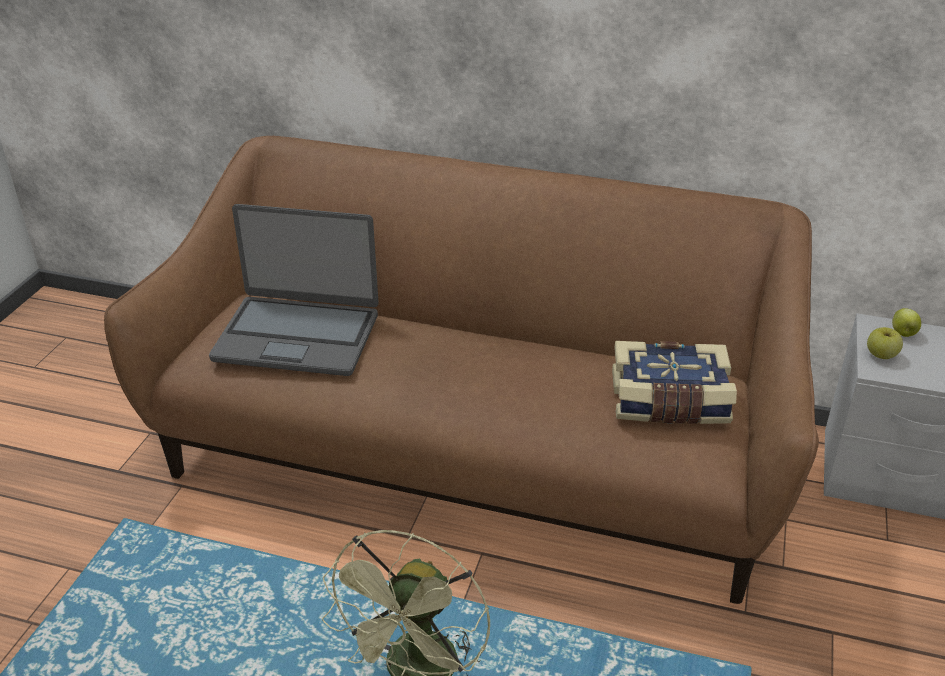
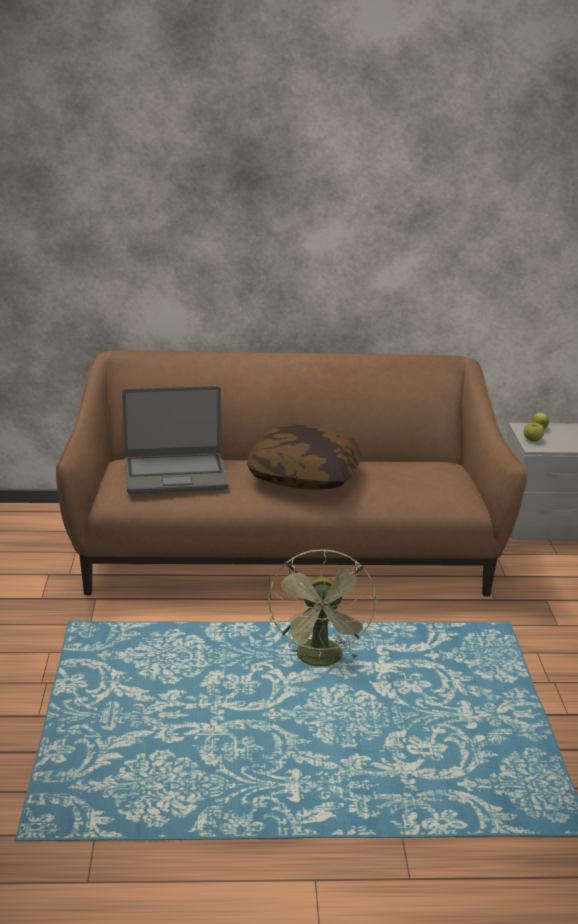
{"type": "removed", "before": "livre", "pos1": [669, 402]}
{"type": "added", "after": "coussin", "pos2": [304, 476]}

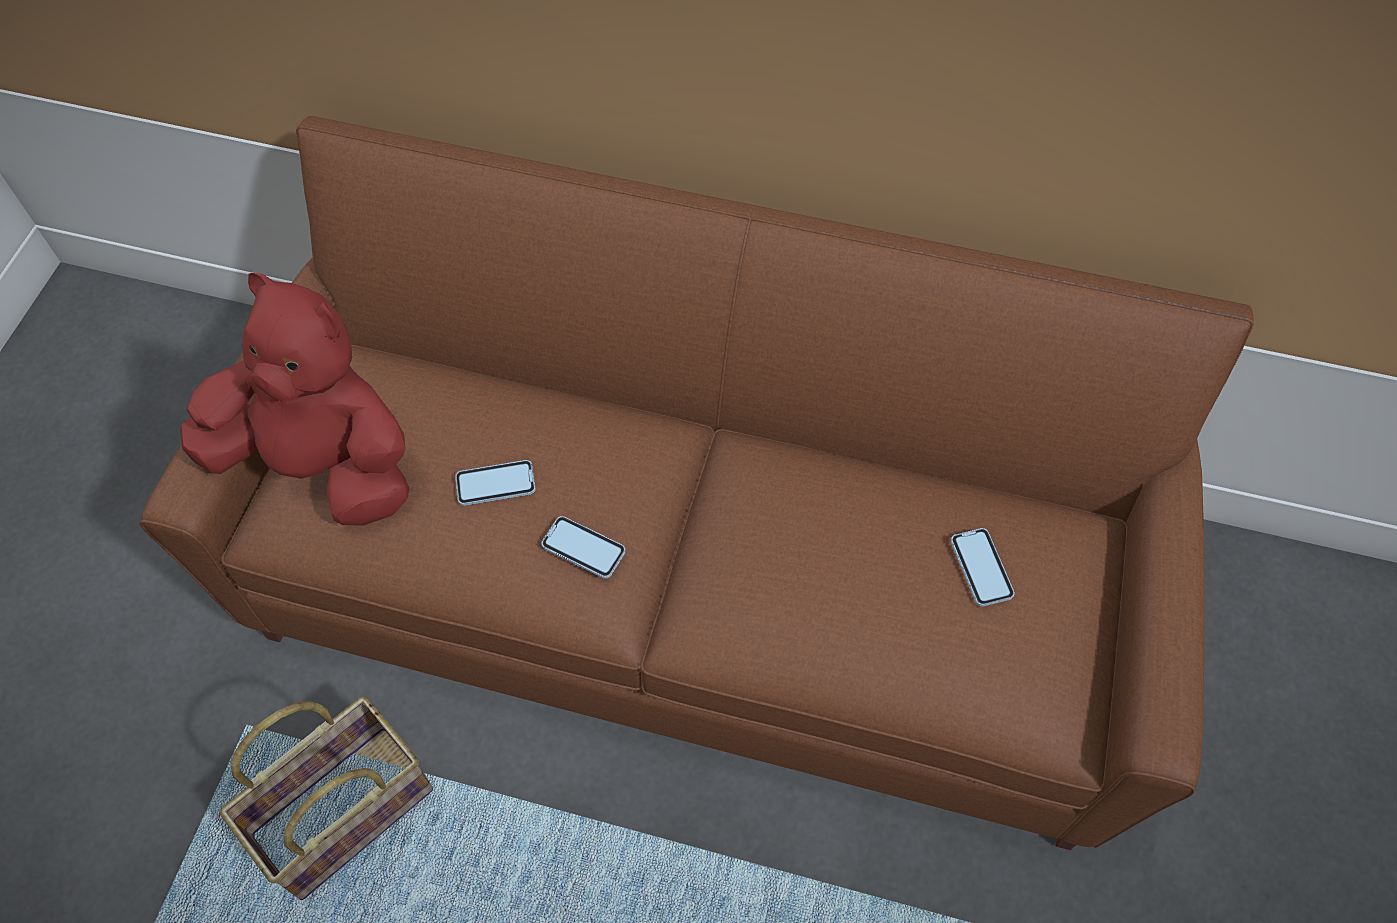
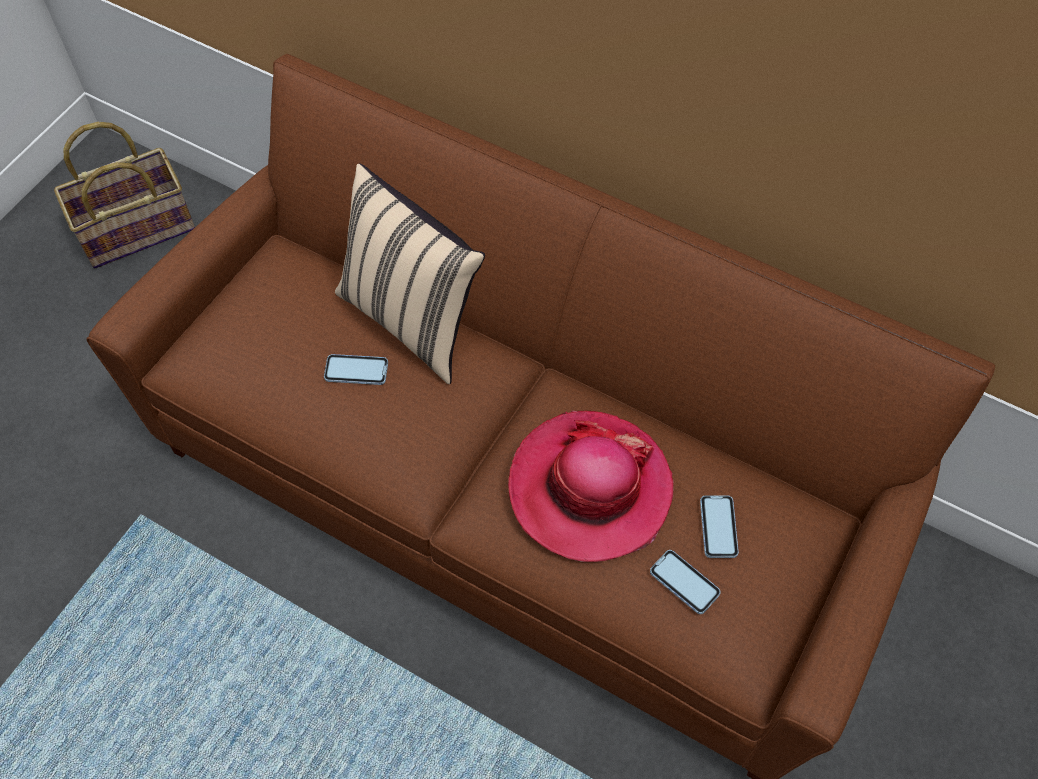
{"type": "removed", "before": "peluche/rouge", "pos1": [324, 464]}
{"type": "moved", "before": "téléphone", "pos1": [583, 548], "pos2": [684, 582]}
{"type": "moved", "before": "panier", "pos1": [344, 810], "pos2": [136, 228]}
{"type": "added", "after": "coussin/beige", "pos2": [413, 319]}
{"type": "added", "after": "chapeau", "pos2": [590, 488]}

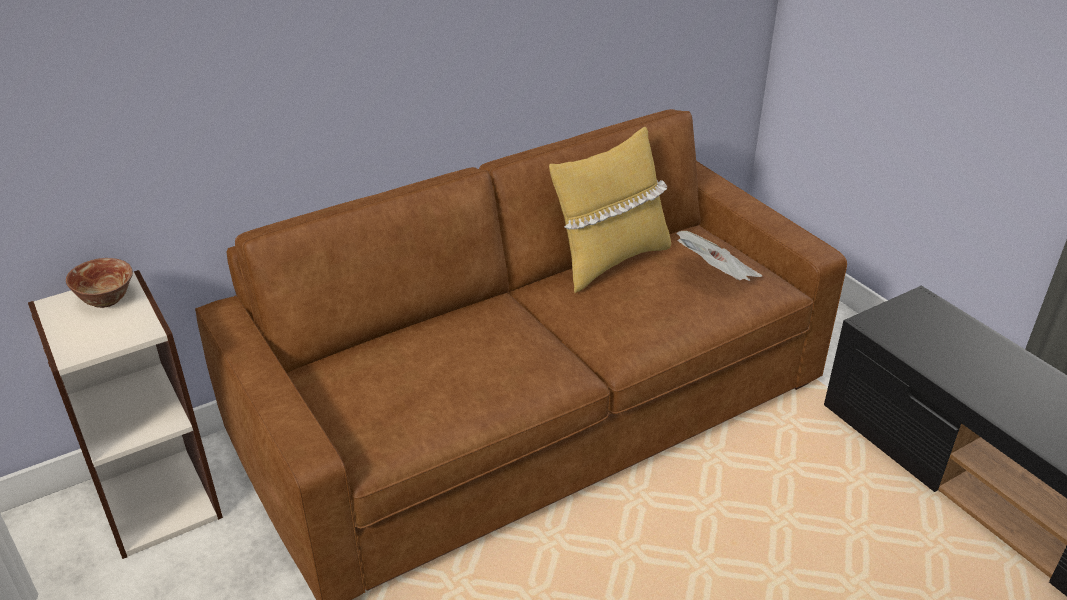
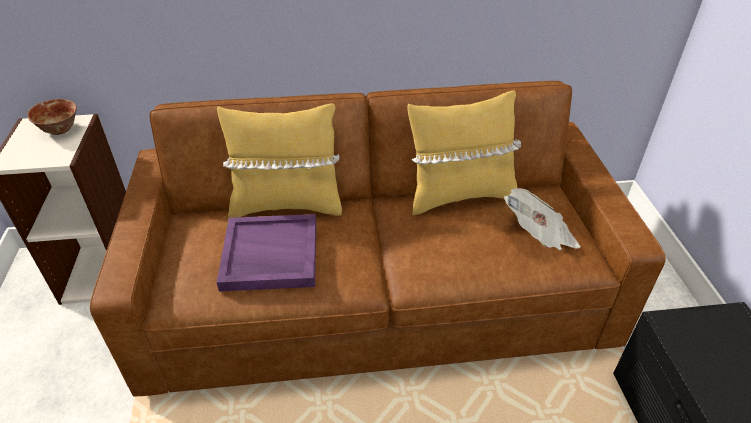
{"type": "added", "after": "coussin/jaune", "pos2": [286, 205]}
{"type": "added", "after": "plateau/violet", "pos2": [269, 255]}

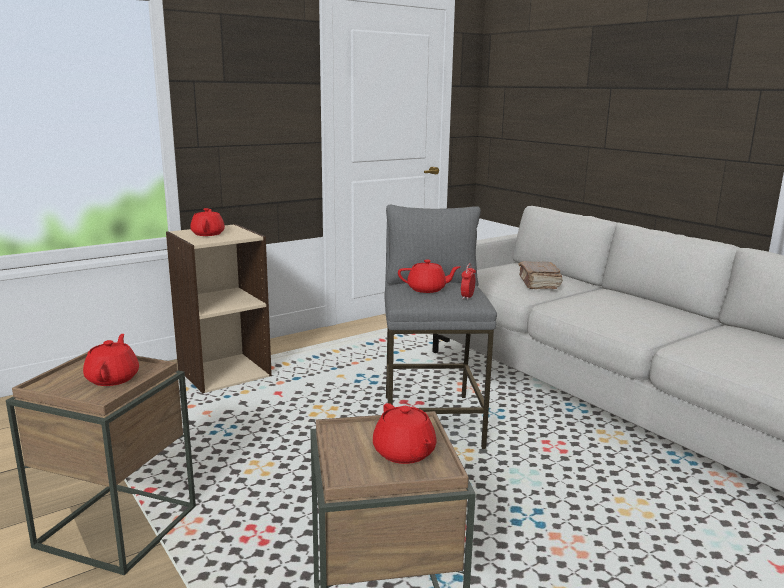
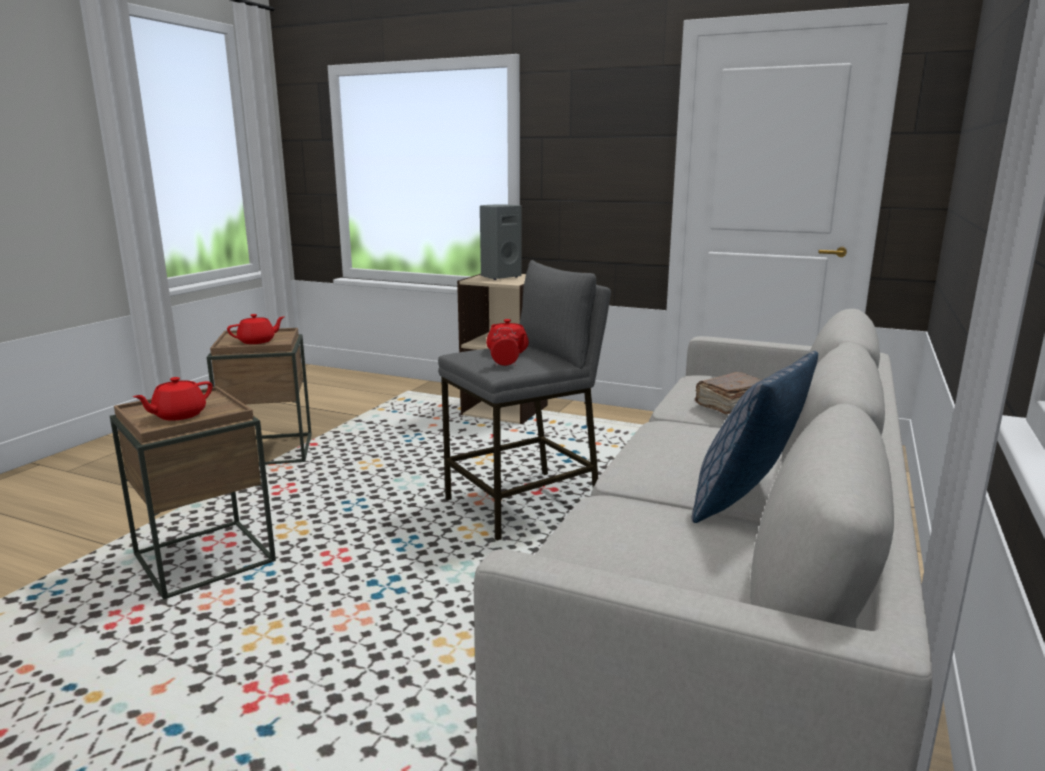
{"type": "replaced", "before": "théière/rouge", "after": "enceinte/gris", "pos1": [208, 234], "pos2": [500, 277]}
{"type": "added", "after": "coussin", "pos2": [746, 501]}

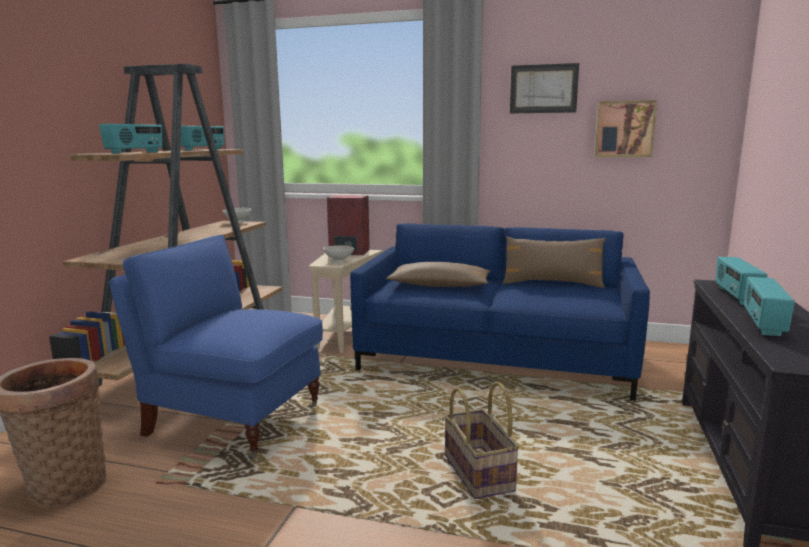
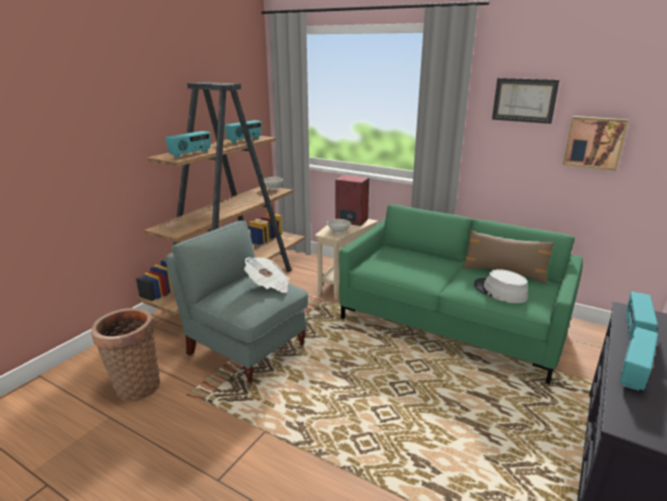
{"type": "recoloured", "before": "canapé/bleu", "after": "canapé/vert", "pos1": [495, 359], "pos2": [450, 323]}
{"type": "recoloured", "before": "fauteuil/bleu", "after": "fauteuil/gris", "pos1": [233, 420], "pos2": [245, 350]}
{"type": "removed", "before": "coussin/marron", "pos1": [439, 286]}
{"type": "removed", "before": "panier", "pos1": [479, 473]}
{"type": "added", "after": "journal", "pos2": [268, 285]}
{"type": "added", "after": "chapeau/gris", "pos2": [500, 291]}

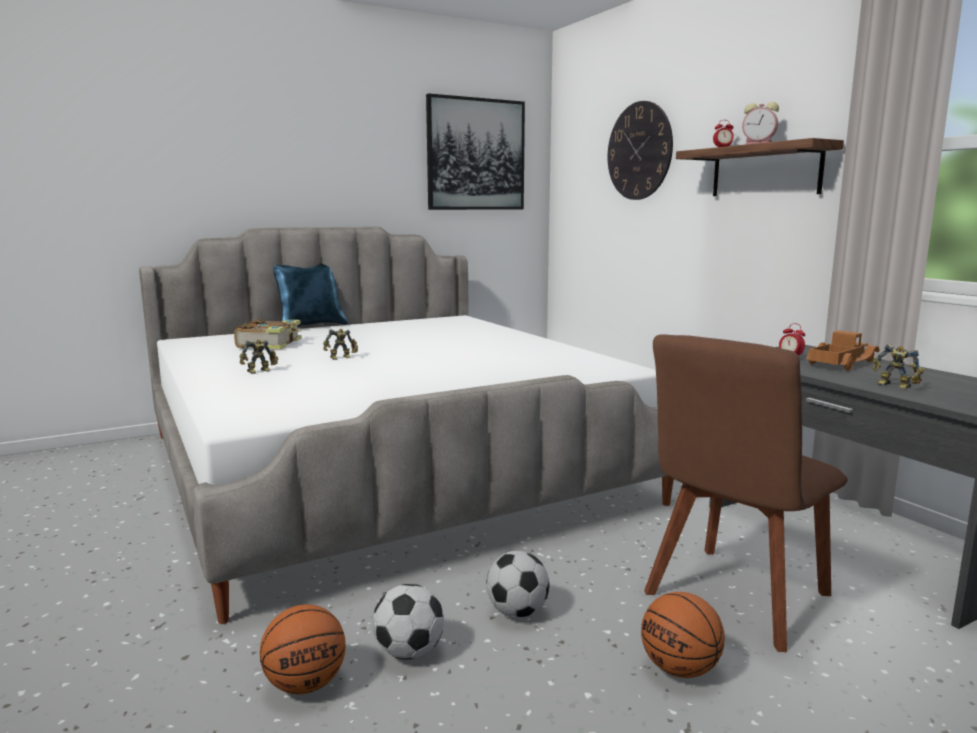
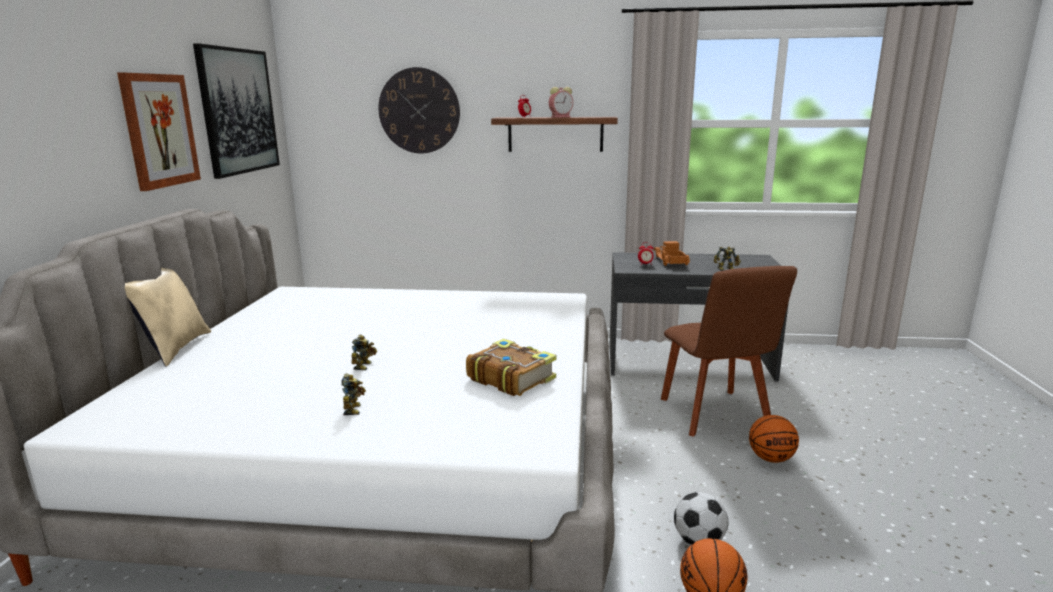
{"type": "recoloured", "before": "coussin/bleu", "after": "coussin/beige", "pos1": [311, 326], "pos2": [175, 349]}
{"type": "moved", "before": "livre", "pos1": [271, 344], "pos2": [511, 378]}
{"type": "removed", "before": "ballon de foot", "pos1": [518, 612]}
{"type": "added", "after": "tableau", "pos2": [159, 130]}

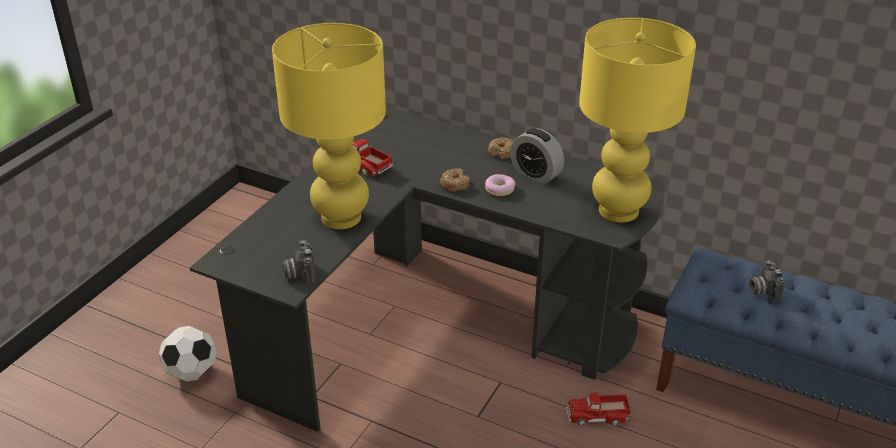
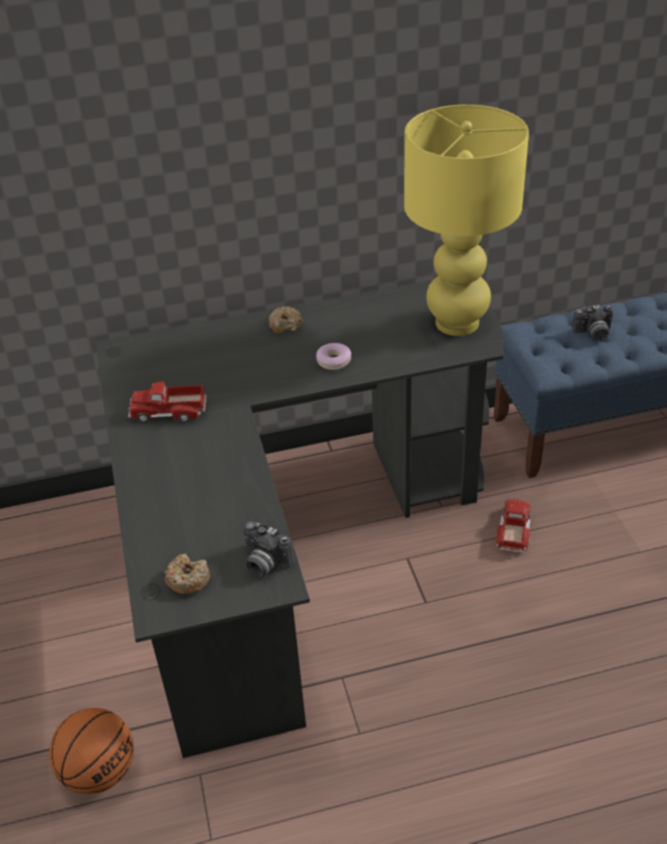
{"type": "removed", "before": "lampe de table/jaune", "pos1": [340, 217]}
{"type": "removed", "before": "réveil", "pos1": [535, 174]}
{"type": "moved", "before": "beignet", "pos1": [454, 184], "pos2": [188, 579]}
{"type": "turned", "before": "appareil photo", "pos1": [762, 290], "pos2": [593, 334], "turn": -45}
{"type": "replaced", "before": "ballon de foot", "after": "ballon de basket", "pos1": [192, 373], "pos2": [99, 771]}
{"type": "turned", "before": "camion jouet", "pos1": [597, 415], "pos2": [513, 531], "turn": 150}

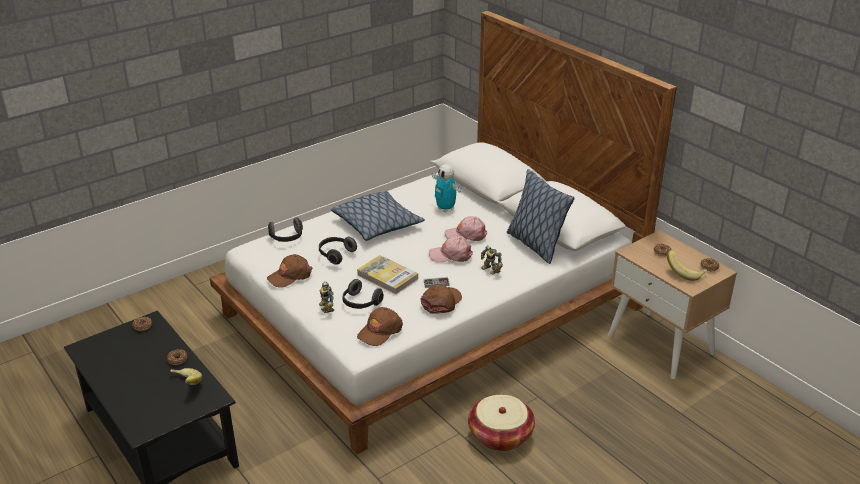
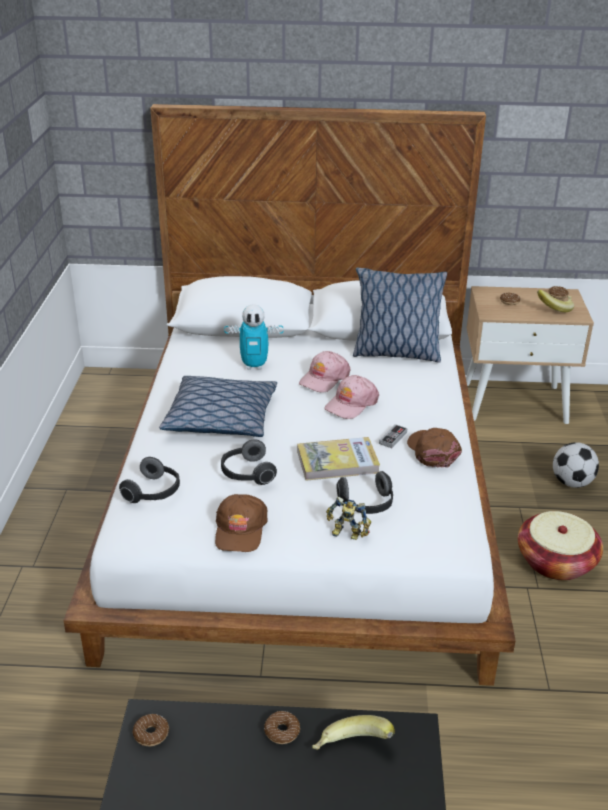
{"type": "removed", "before": "robot jouet", "pos1": [489, 270]}
{"type": "removed", "before": "casquette/marron", "pos1": [380, 331]}
{"type": "added", "after": "ballon de foot", "pos2": [571, 482]}

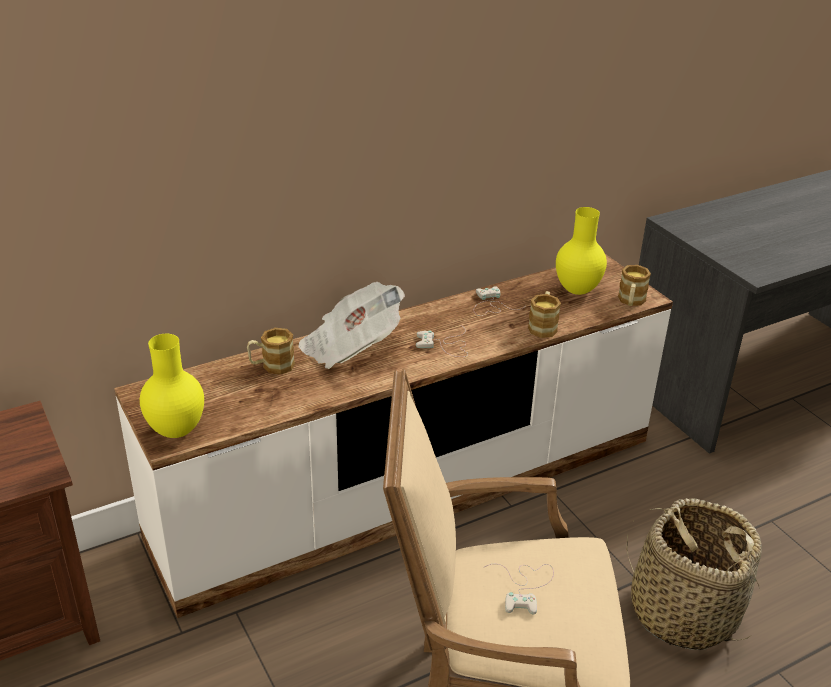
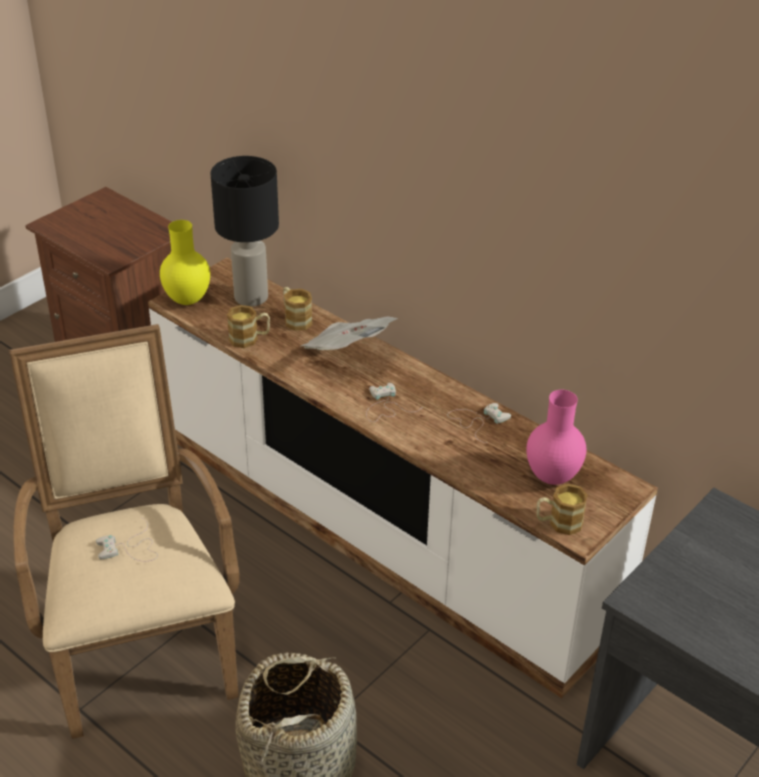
{"type": "recoloured", "before": "vase/jaune", "after": "vase/rose", "pos1": [578, 291], "pos2": [552, 478]}
{"type": "moved", "before": "mug", "pos1": [543, 326], "pos2": [249, 339]}
{"type": "added", "after": "lampe de table/noir", "pos2": [251, 297]}

